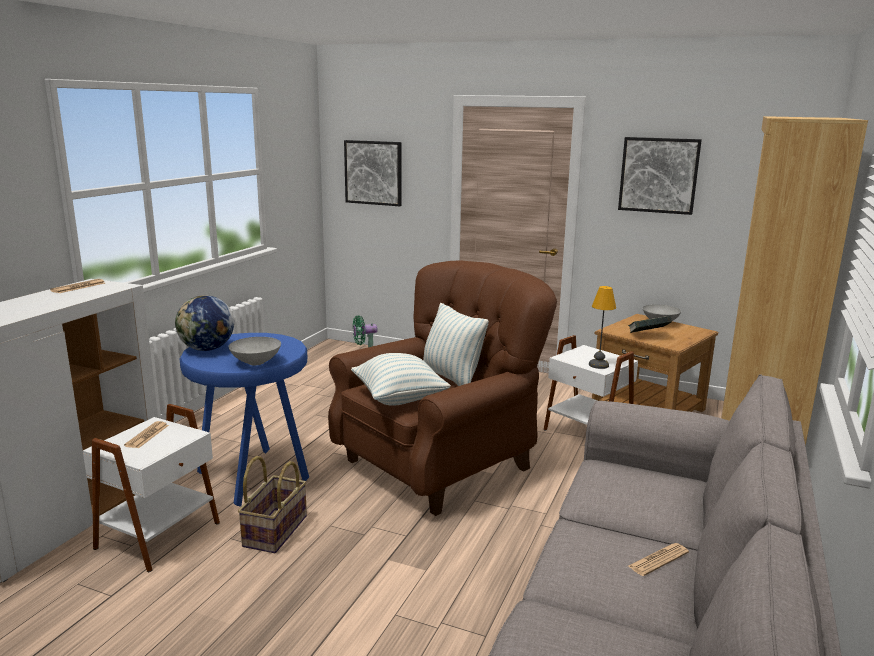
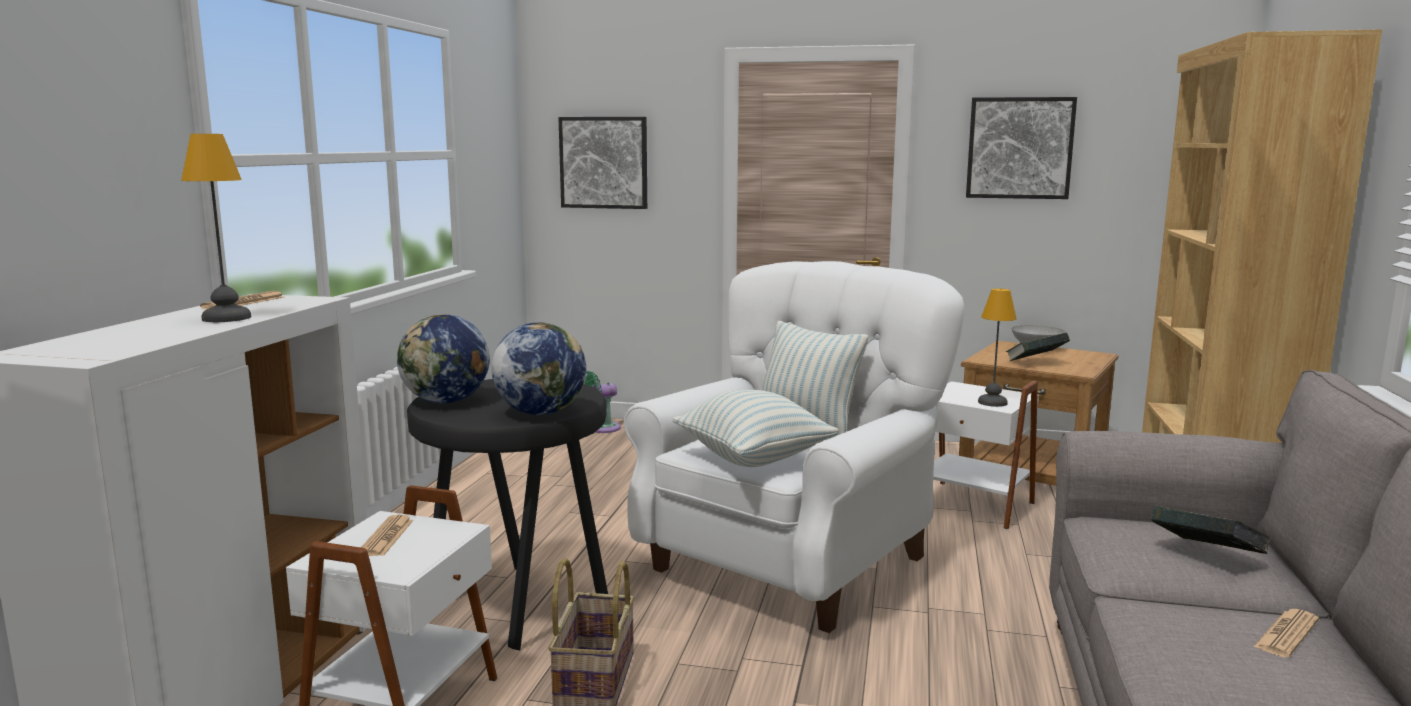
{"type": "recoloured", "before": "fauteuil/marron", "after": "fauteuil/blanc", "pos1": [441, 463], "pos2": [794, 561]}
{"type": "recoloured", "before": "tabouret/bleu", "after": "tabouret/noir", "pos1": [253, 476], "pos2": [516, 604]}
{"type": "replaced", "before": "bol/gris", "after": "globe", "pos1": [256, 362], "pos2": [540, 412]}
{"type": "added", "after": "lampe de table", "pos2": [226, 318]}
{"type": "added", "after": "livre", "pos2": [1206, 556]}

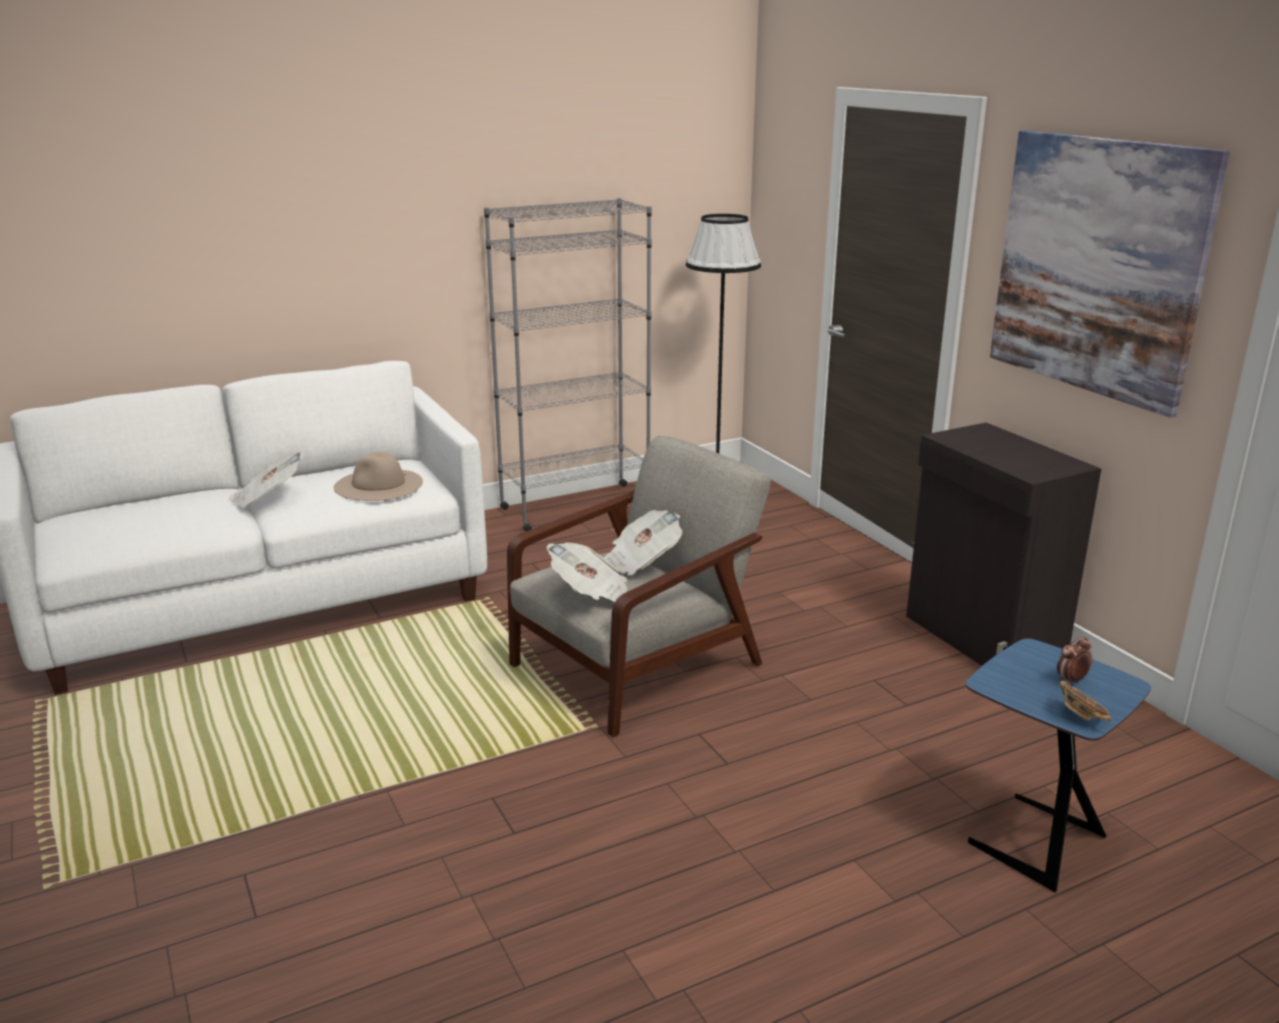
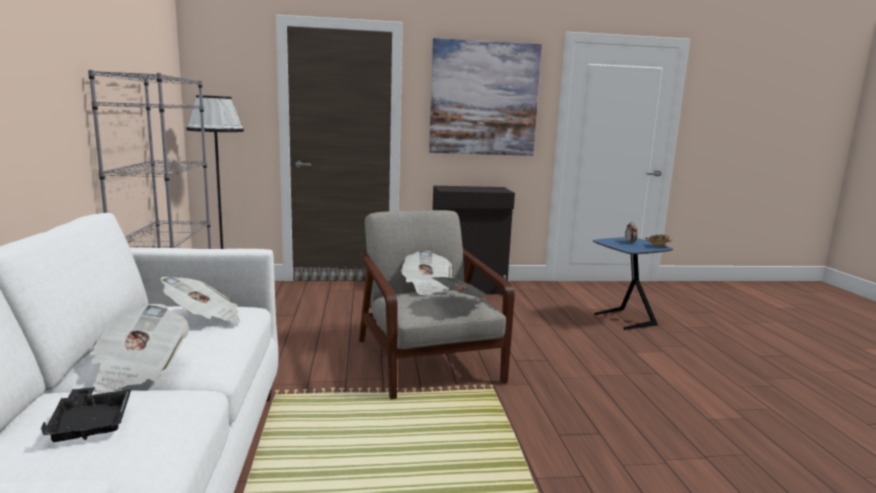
{"type": "replaced", "before": "chapeau/beige", "after": "journal", "pos1": [378, 485], "pos2": [205, 319]}
{"type": "added", "after": "plateau/noir", "pos2": [91, 423]}

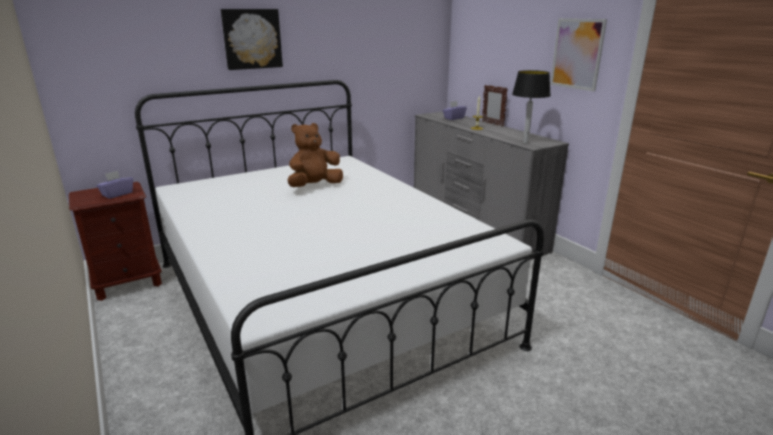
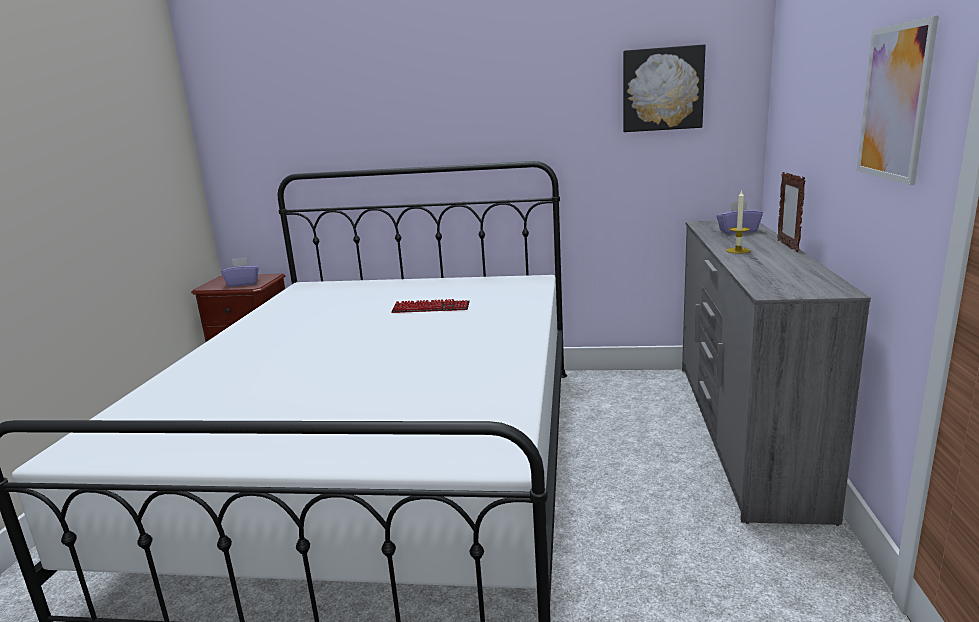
{"type": "moved", "before": "tableau", "pos1": [252, 39], "pos2": [662, 89]}
{"type": "removed", "before": "lampe de table", "pos1": [525, 142]}
{"type": "replaced", "before": "peluche/marron", "after": "clavier", "pos1": [314, 186], "pos2": [431, 308]}

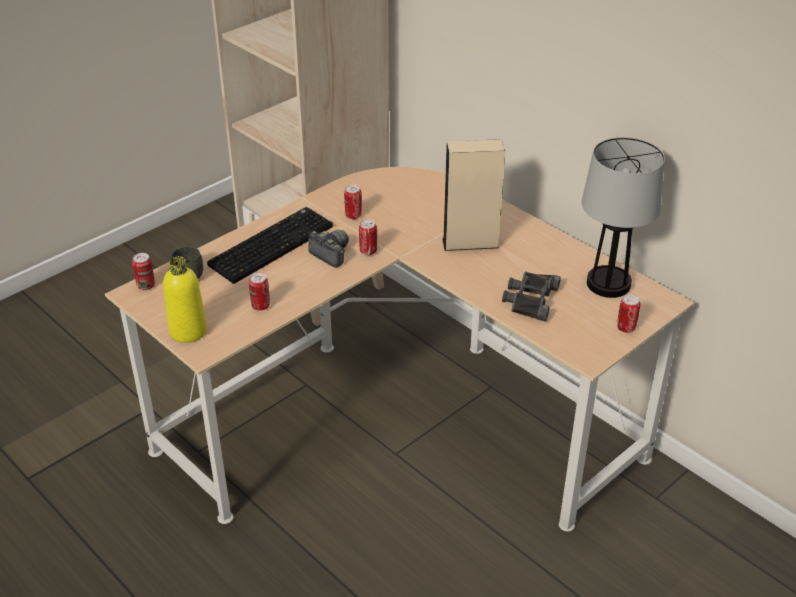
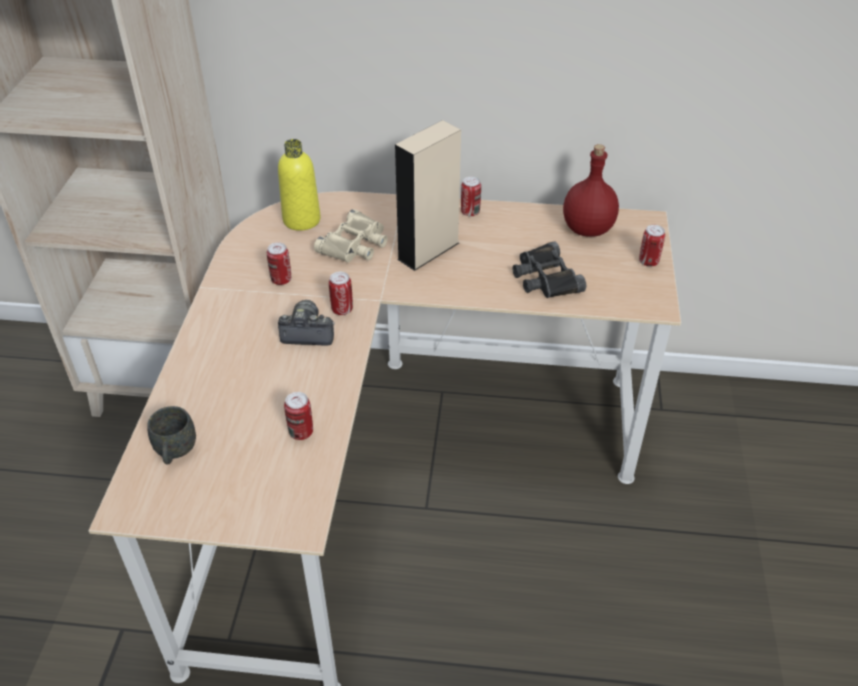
{"type": "replaced", "before": "lampe de table", "after": "bouteille/rouge", "pos1": [608, 283], "pos2": [586, 229]}
{"type": "removed", "before": "clavier", "pos1": [271, 244]}
{"type": "moved", "before": "boîte métallique", "pos1": [146, 285], "pos2": [470, 212]}
{"type": "moved", "before": "bouteille/jaune", "pos1": [188, 331], "pos2": [301, 220]}
{"type": "added", "after": "jumelles/beige", "pos2": [355, 244]}

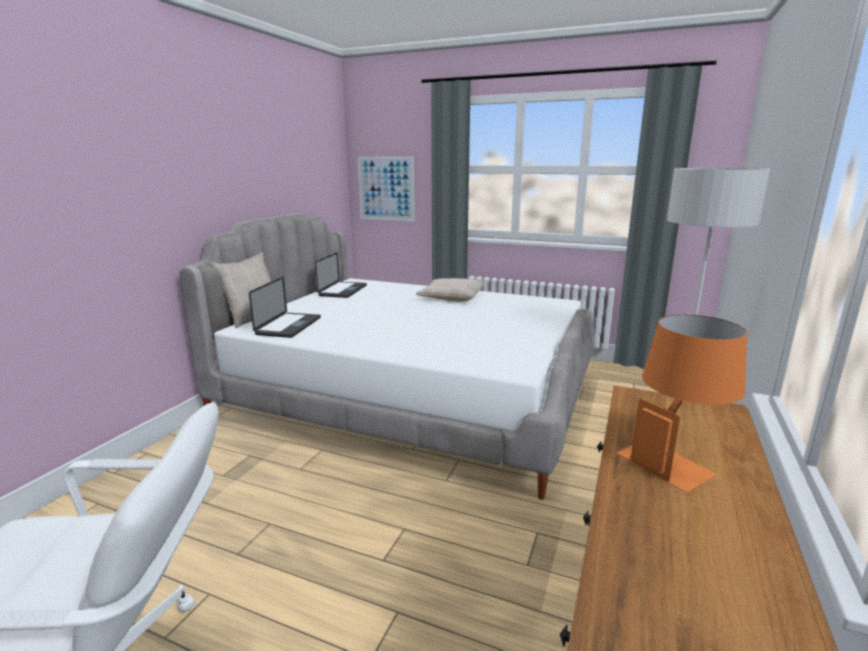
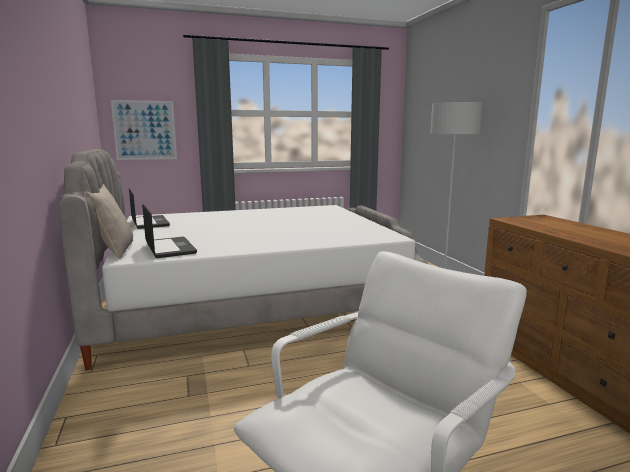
{"type": "removed", "before": "coussin/beige", "pos1": [451, 297]}
{"type": "removed", "before": "lampe de table/orange", "pos1": [674, 457]}

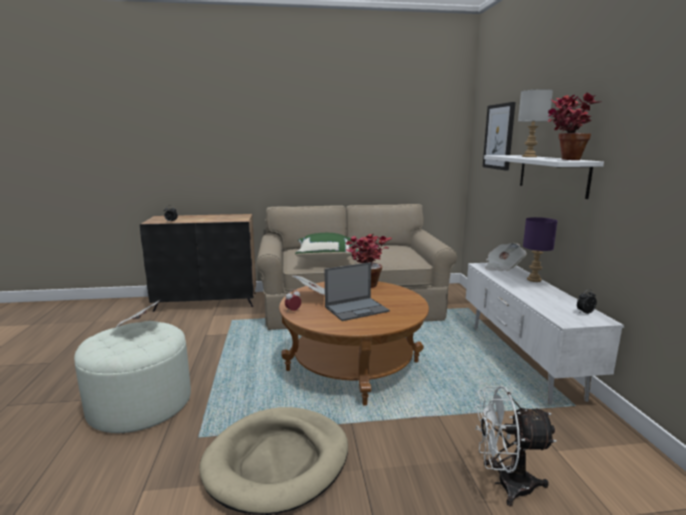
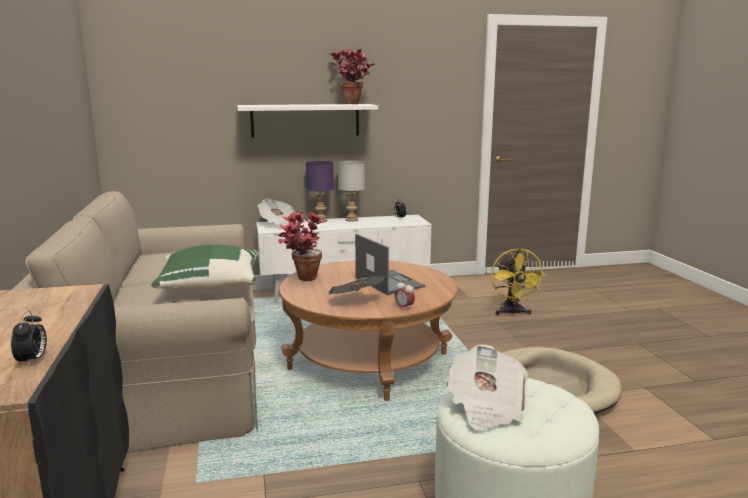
{"type": "moved", "before": "lampe de table/gris", "pos1": [529, 157], "pos2": [352, 220]}
{"type": "removed", "before": "tableau", "pos1": [499, 136]}
{"type": "recoloured", "before": "ventilateur/blanc", "after": "ventilateur/jaune", "pos1": [505, 484], "pos2": [512, 313]}

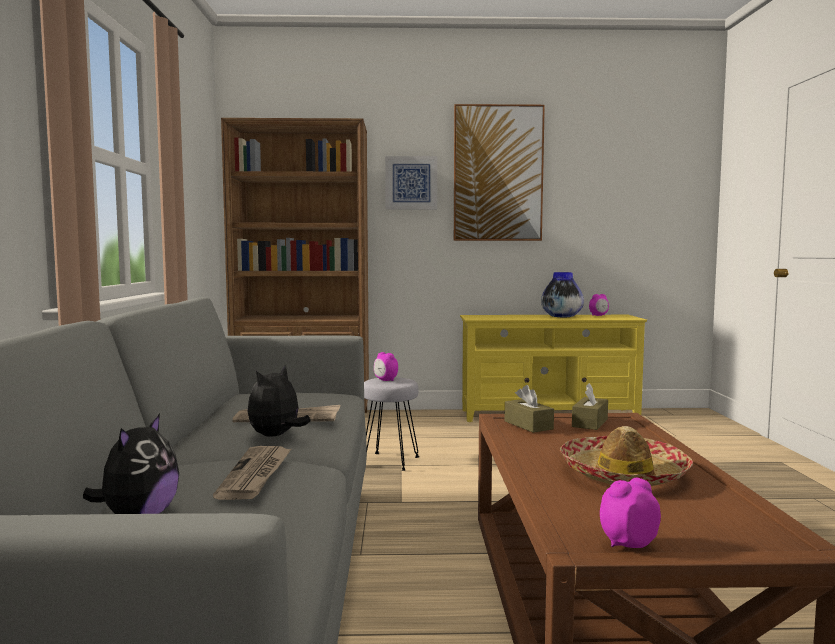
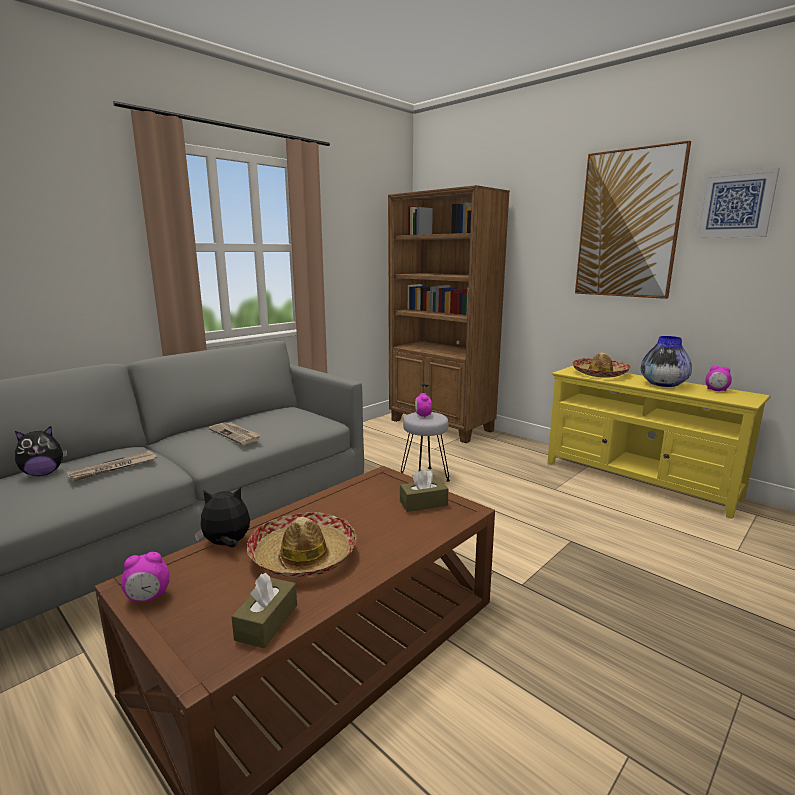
{"type": "moved", "before": "tableau", "pos1": [411, 183], "pos2": [735, 204]}
{"type": "moved", "before": "peluche", "pos1": [276, 436], "pos2": [227, 544]}
{"type": "moved", "before": "boîte à mouchoirs/marron", "pos1": [528, 425], "pos2": [267, 622]}
{"type": "turned", "before": "réveil", "pos1": [627, 543], "pos2": [148, 598], "turn": 135}
{"type": "added", "after": "chapeau", "pos2": [600, 373]}

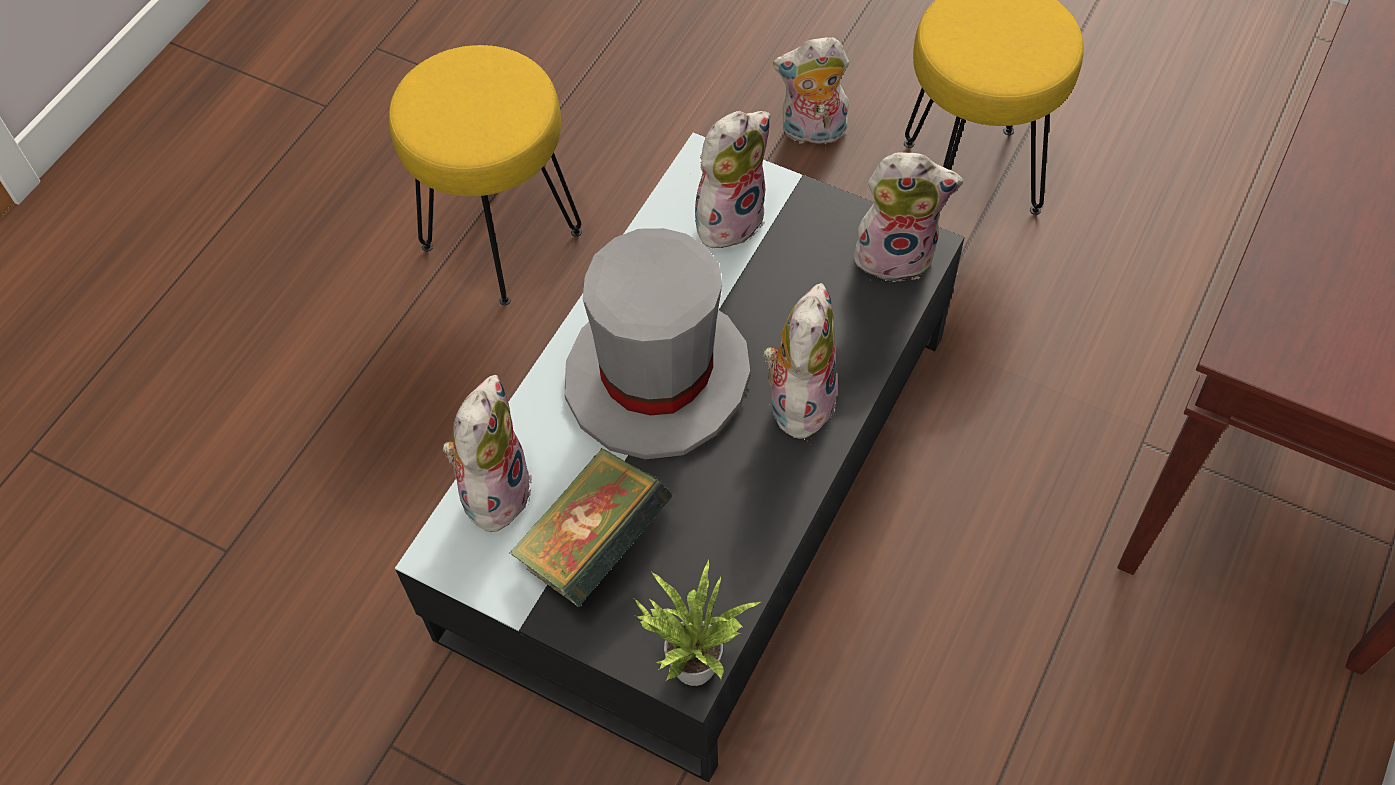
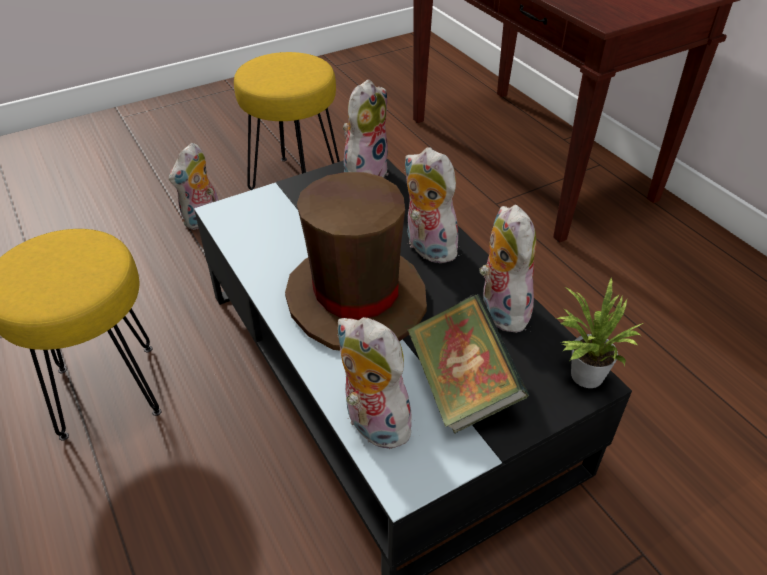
{"type": "moved", "before": "peluche", "pos1": [729, 217], "pos2": [500, 309]}
{"type": "recoloured", "before": "chapeau/gris", "after": "chapeau/marron", "pos1": [658, 377], "pos2": [356, 298]}

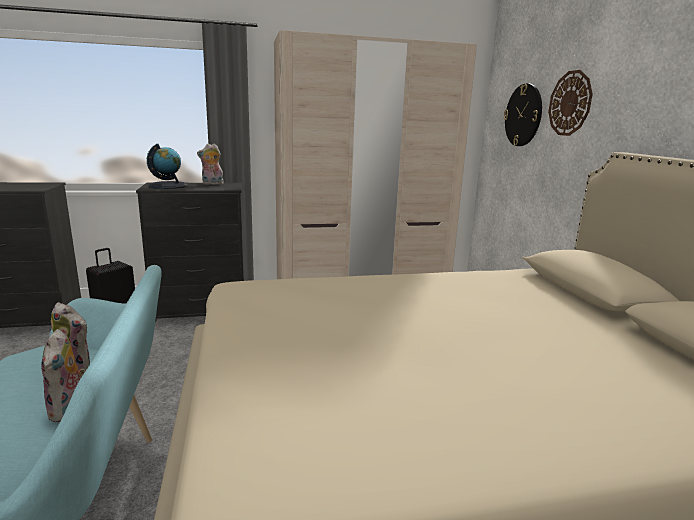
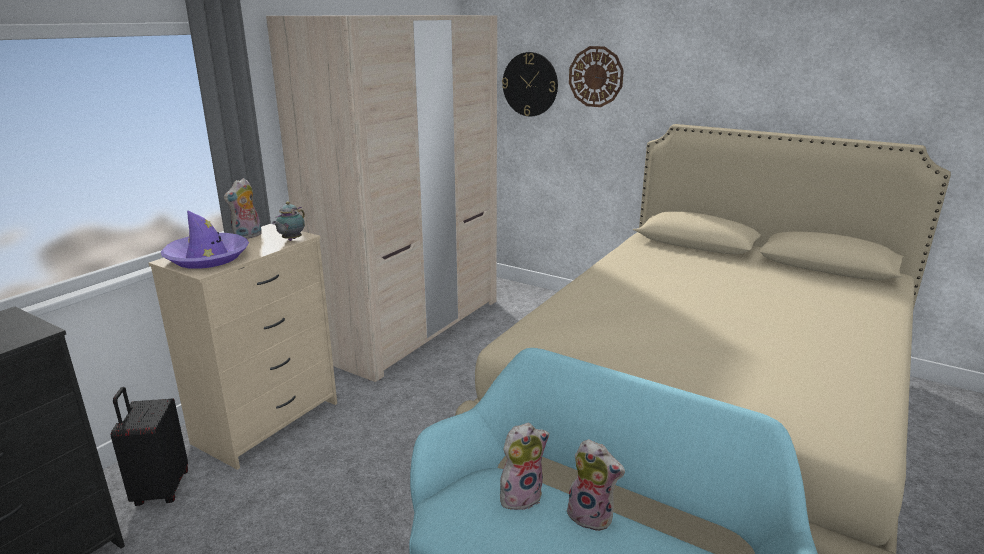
{"type": "replaced", "before": "globe", "after": "chapeau/violet", "pos1": [168, 185], "pos2": [207, 257]}
{"type": "recoloured", "before": "commode/noir", "after": "commode/beige", "pos1": [201, 314], "pos2": [268, 423]}
{"type": "added", "after": "théière", "pos2": [291, 240]}

